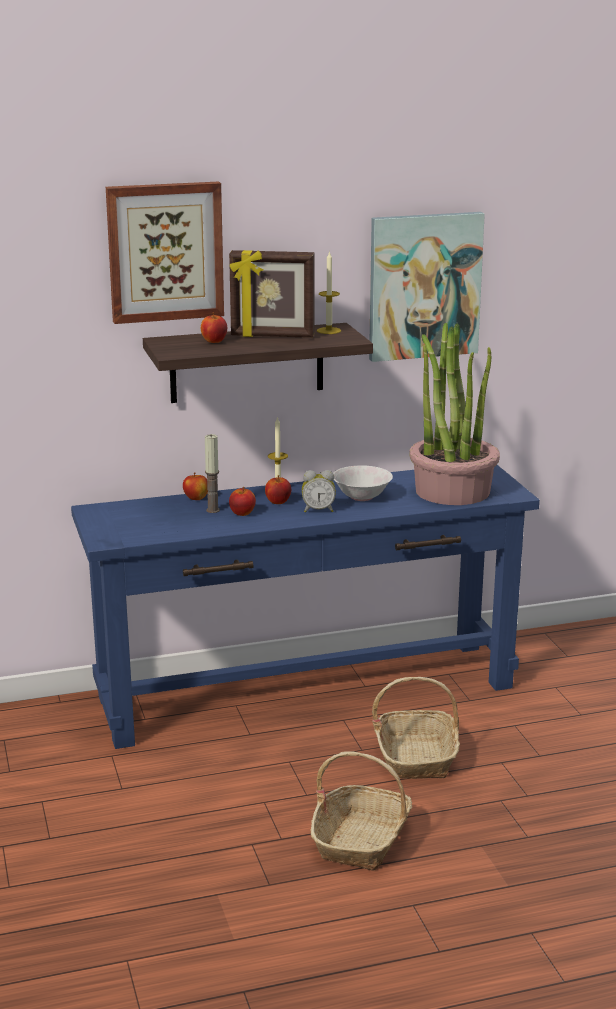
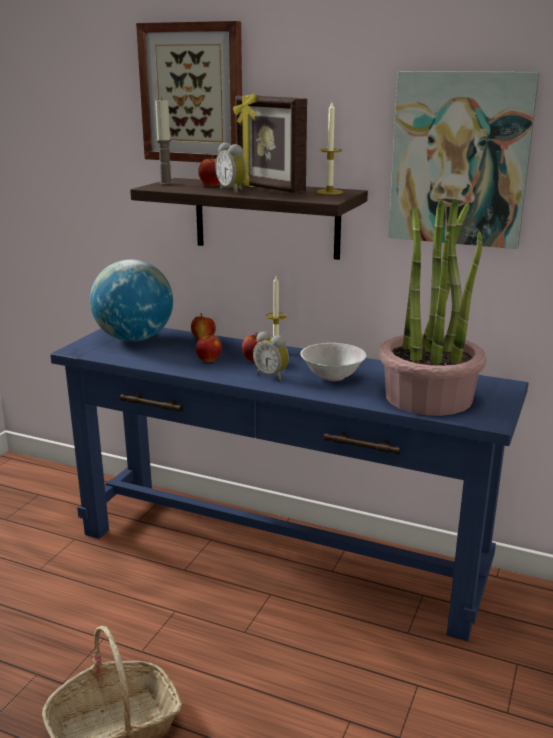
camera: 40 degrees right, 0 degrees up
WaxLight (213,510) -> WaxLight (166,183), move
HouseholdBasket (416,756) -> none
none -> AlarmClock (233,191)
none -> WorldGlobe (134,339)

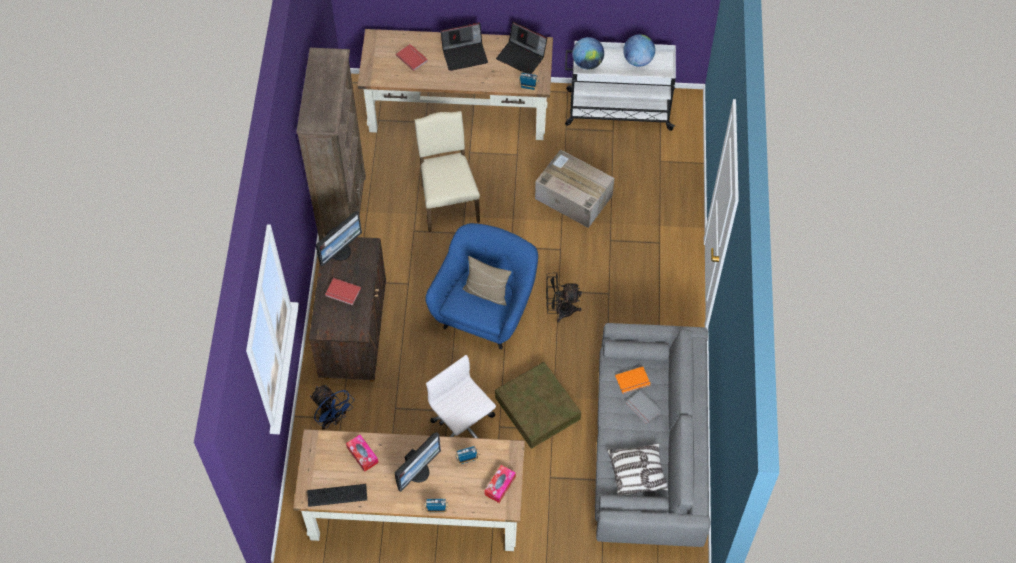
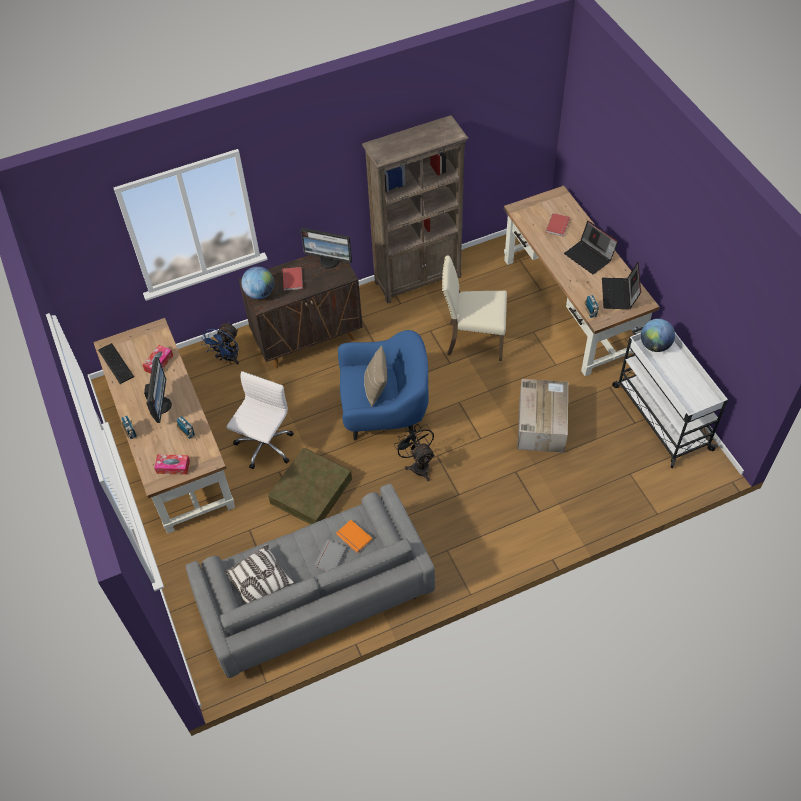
camera: 65 degrees right, 5 degrees down
WorldGlobe (638,60) -> WorldGlobe (260,293), move
BeigeColouredChair (448,202) -> BeigeColouredChair (473,340), 135 degrees counterclockwise
ComputerScreen (418,471) -> ComputerScreen (160,405), 105 degrees counterclockwise

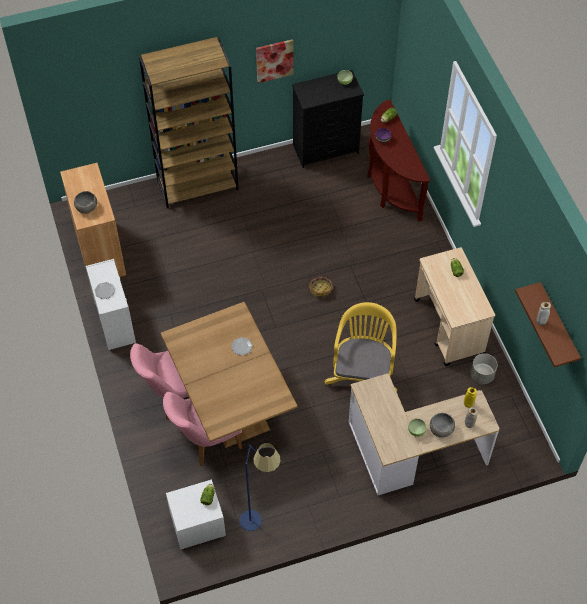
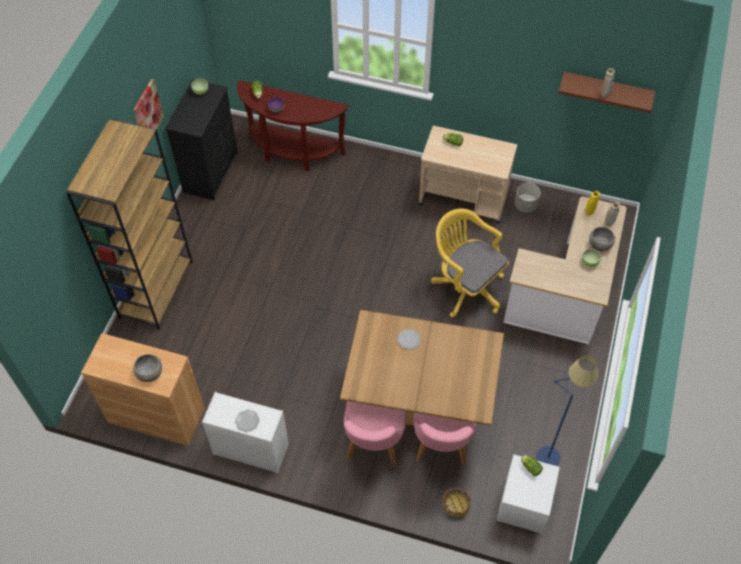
camera: 55 degrees left, 0 degrees up
HouseholdBasket (321,289) -> HouseholdBasket (455,504), move

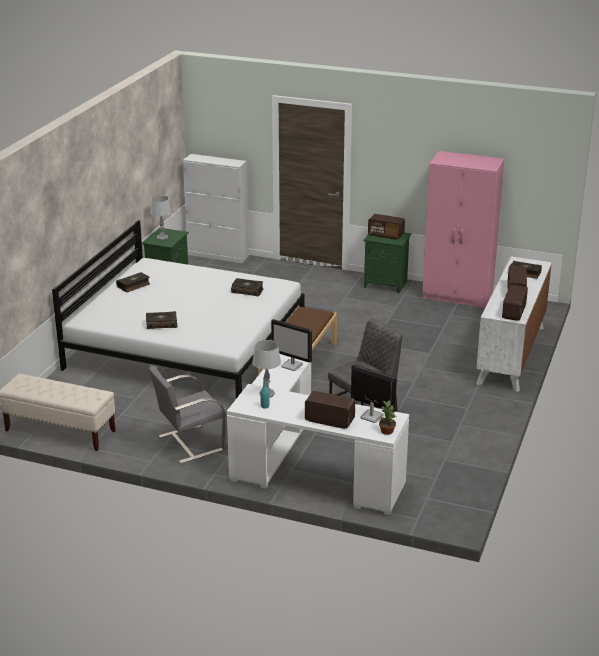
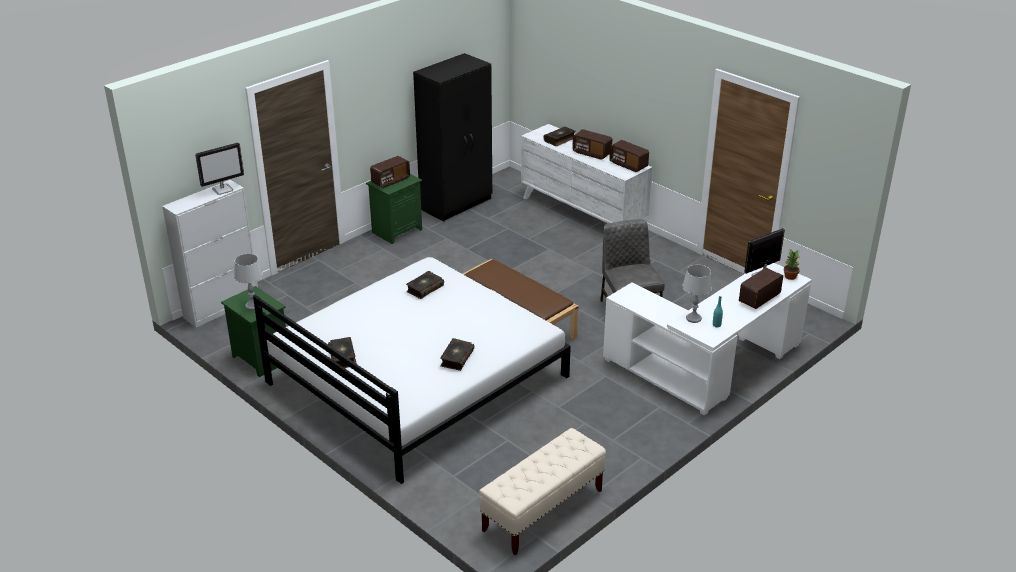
camera: 65 degrees left, 5 degrees up
PinkColouredWardrobe (458,296) -> BlackishWardrobe (457,204)
ComputerScreen (292,365) -> ComputerScreen (223,189), move
GreyishChair (189,443) -> none

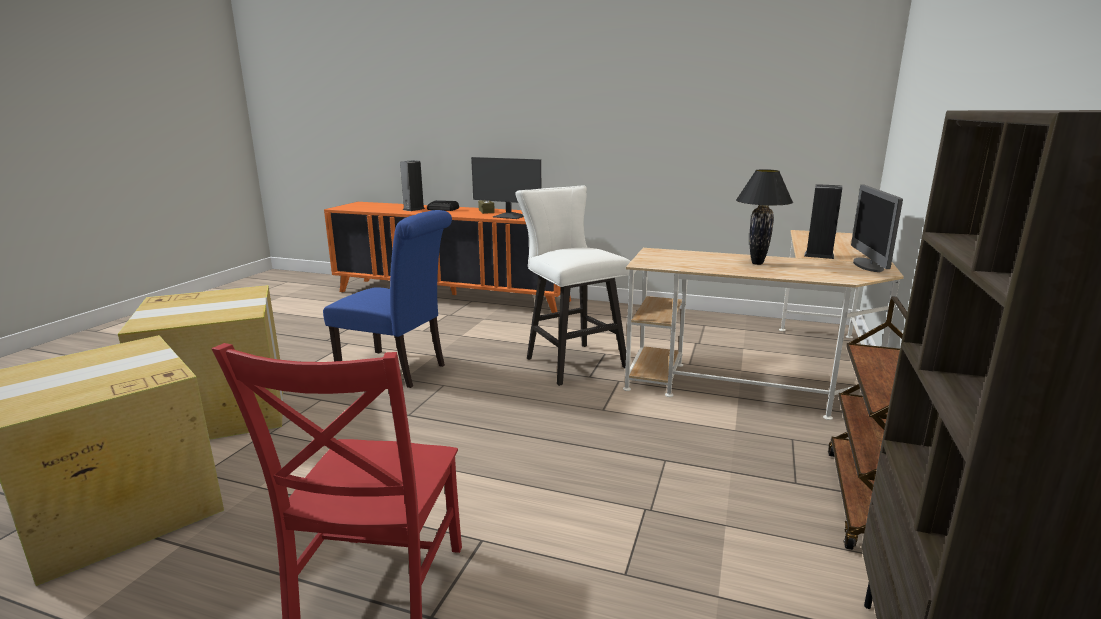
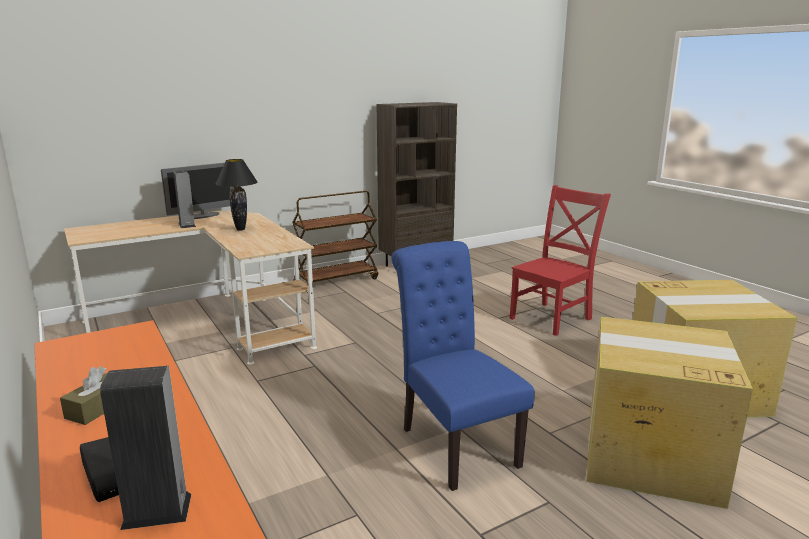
camera: 140 degrees left, 0 degrees up
ComputerScreen (509,216) -> none
WhiteSittingStool (571,361) -> none

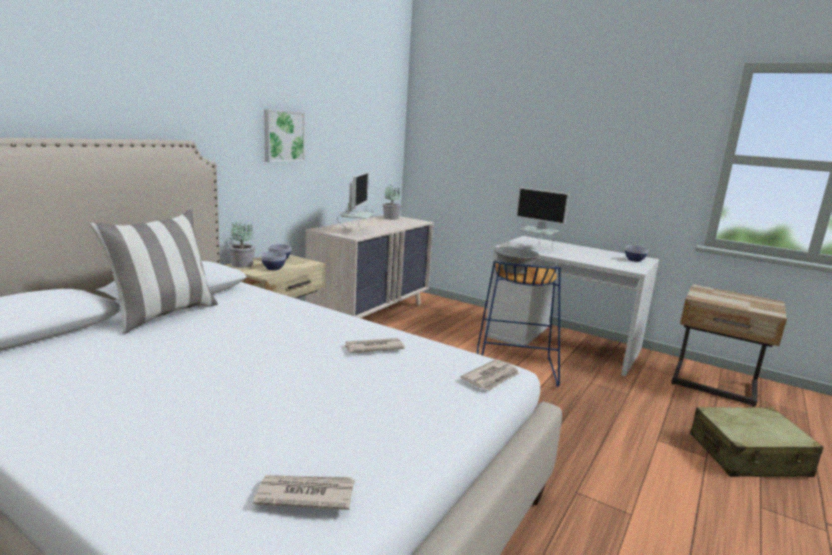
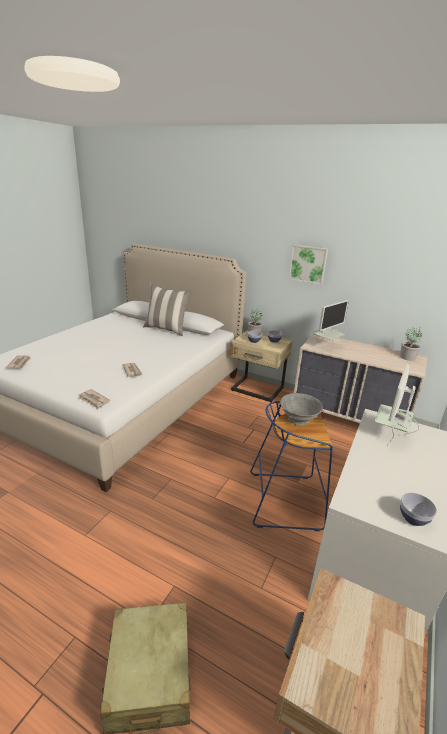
camera: 85 degrees right, 10 degrees up
ComputerScreen (356,232) -> ComputerScreen (326,346), 45 degrees counterclockwise

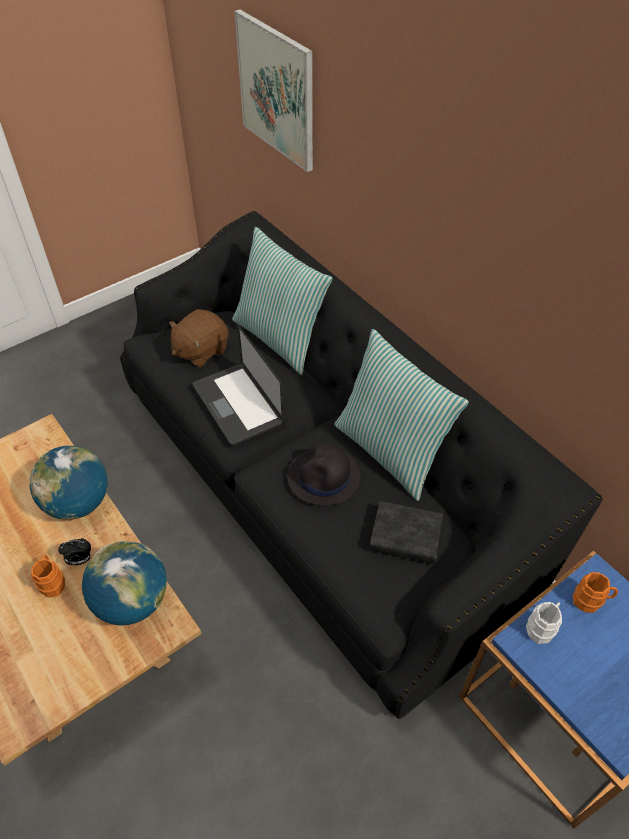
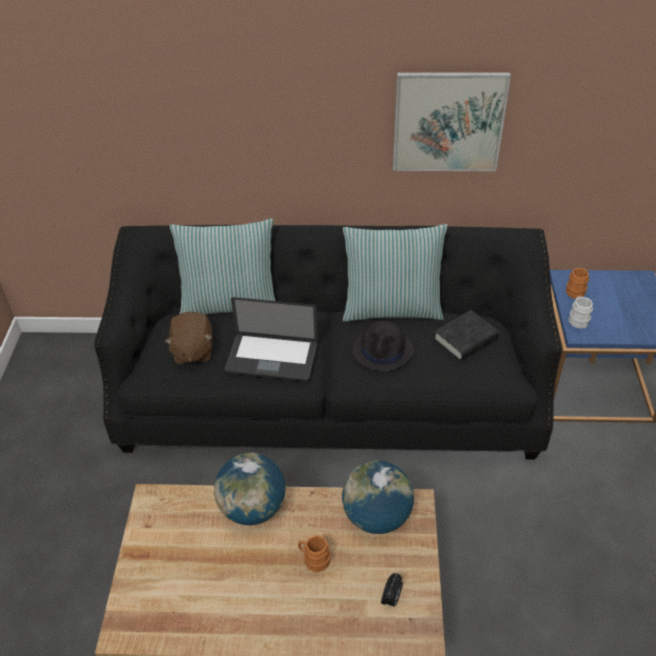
camera: 50 degrees left, 5 degrees down
WallArt (277,91) -> WallArt (448,122), move
AlarmClock (80,560) -> AlarmClock (391,599), move

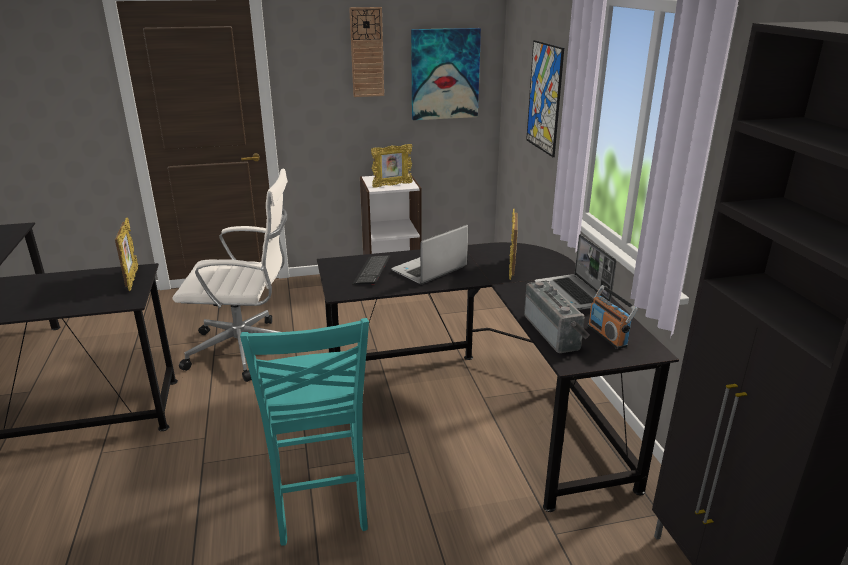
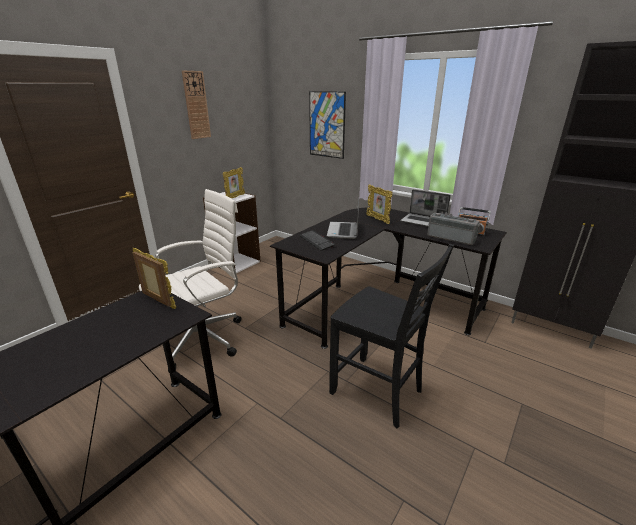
camera: 40 degrees left, 0 degrees up
WallArt (445,74) -> none
TurquoiseChair (320,500) -> BlackishChair (378,392)

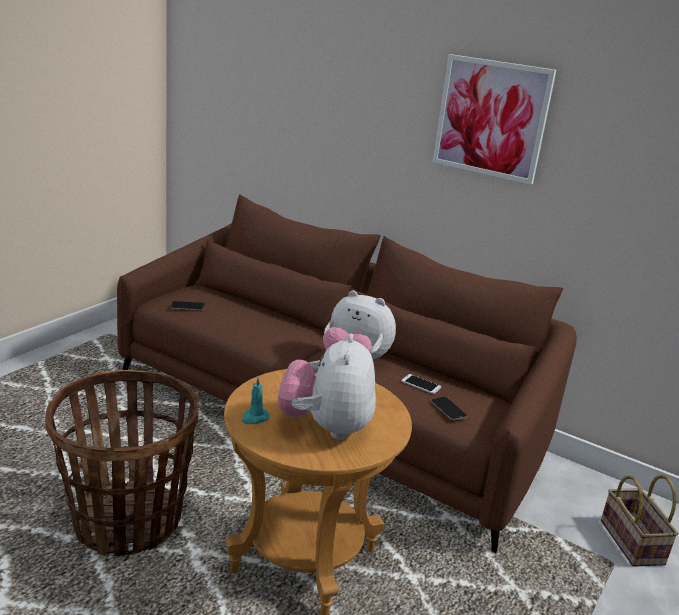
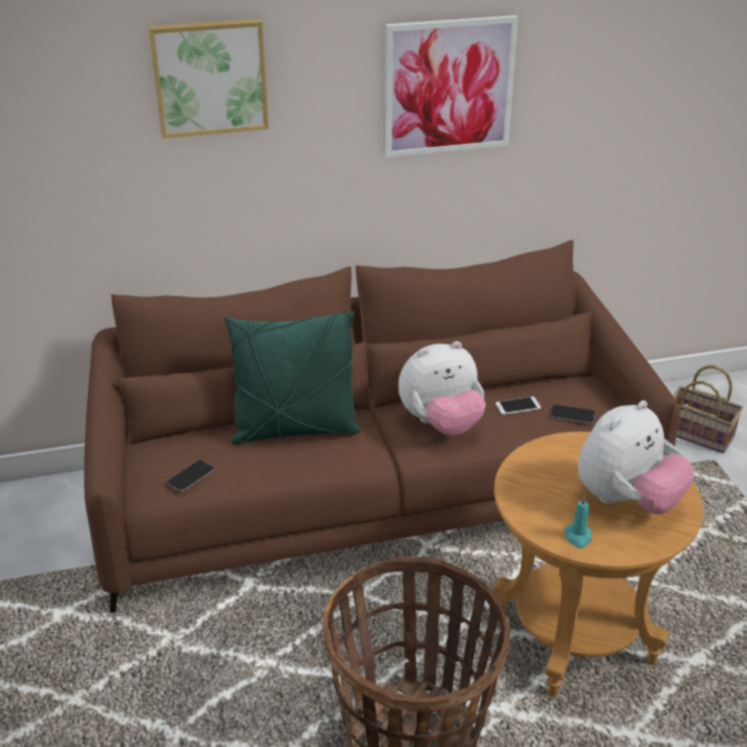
camera: 45 degrees left, 10 degrees up
CuddlyToy (326,427) -> CuddlyToy (627,501), 90 degrees counterclockwise
none -> WallArt (209,77)
none -> GreenColouredThrowPillow (295,430)

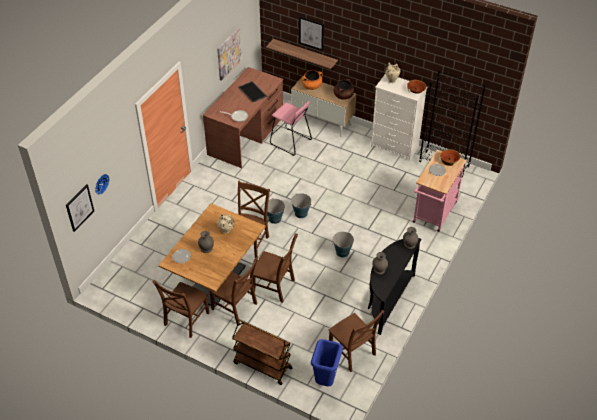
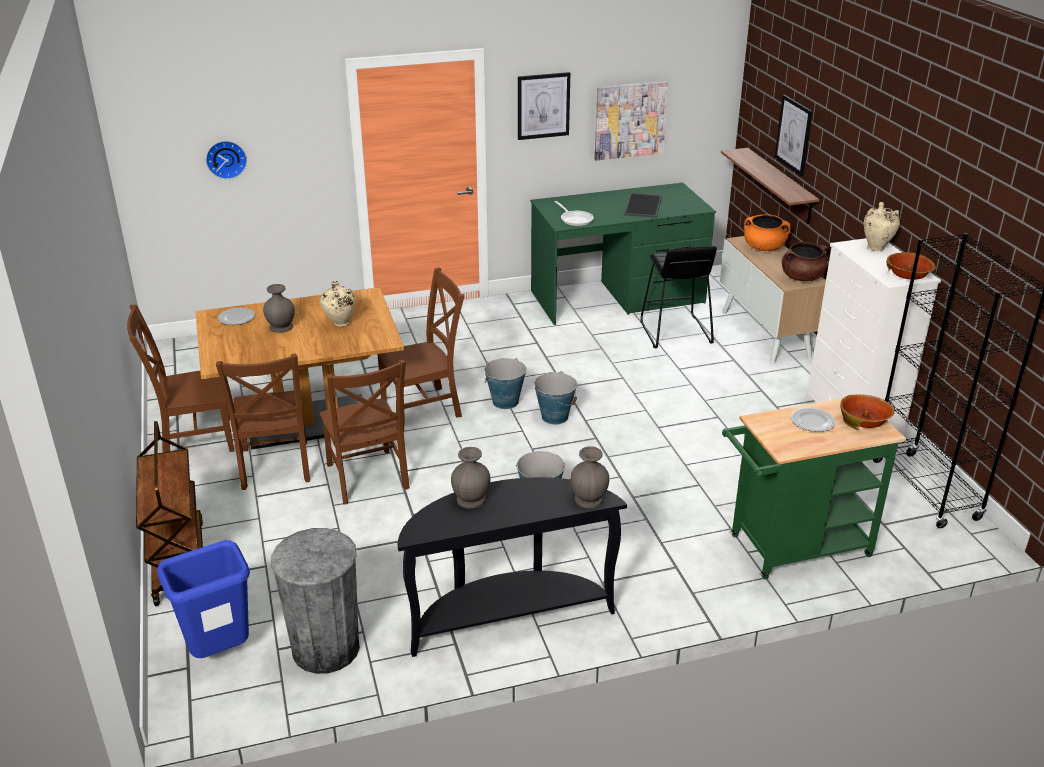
camera: 45 degrees right, 15 degrees down
BrownishDesk (246,136) -> GreenColouredDesk (618,297)
PinkColouredSittingStool (290,142) -> BlackishSittingStool (674,332)
PinkColouredWheeledCart (433,215) -> GreenColouredWheeledCart (792,548)
WallArt (79,207) -> WallArt (543,106), move
BrownishChair (353,353) -> GreyishTrashCan (325,648)

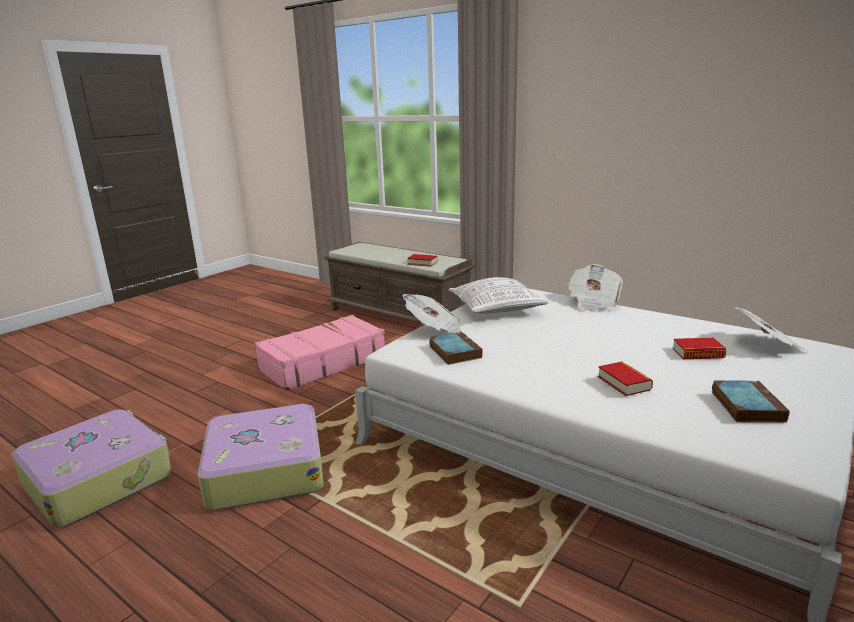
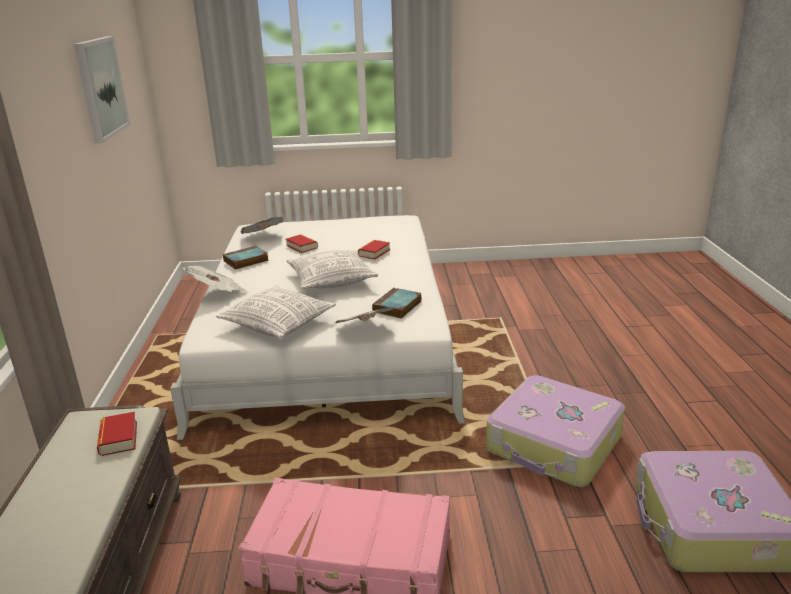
camera: 130 degrees left, 5 degrees up
Volume (745,405) -> Volume (245,261), move
none -> WallArt (100,88)
none -> ThrowPillow (332,281)

